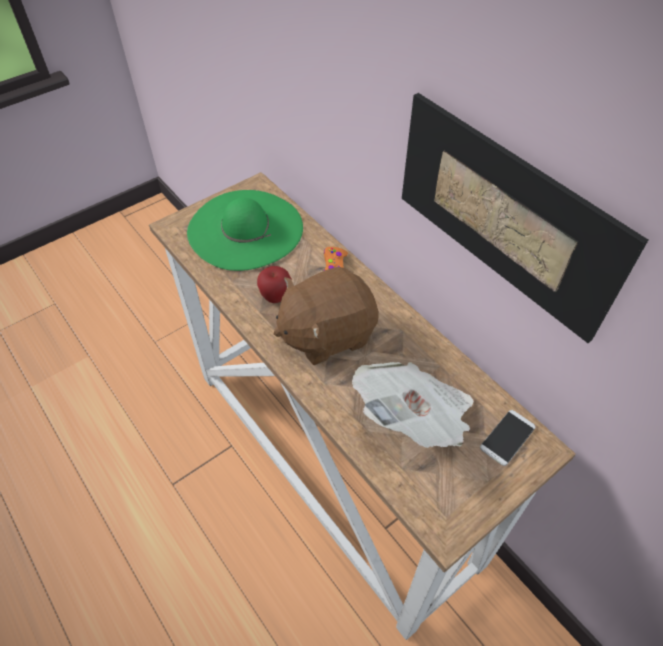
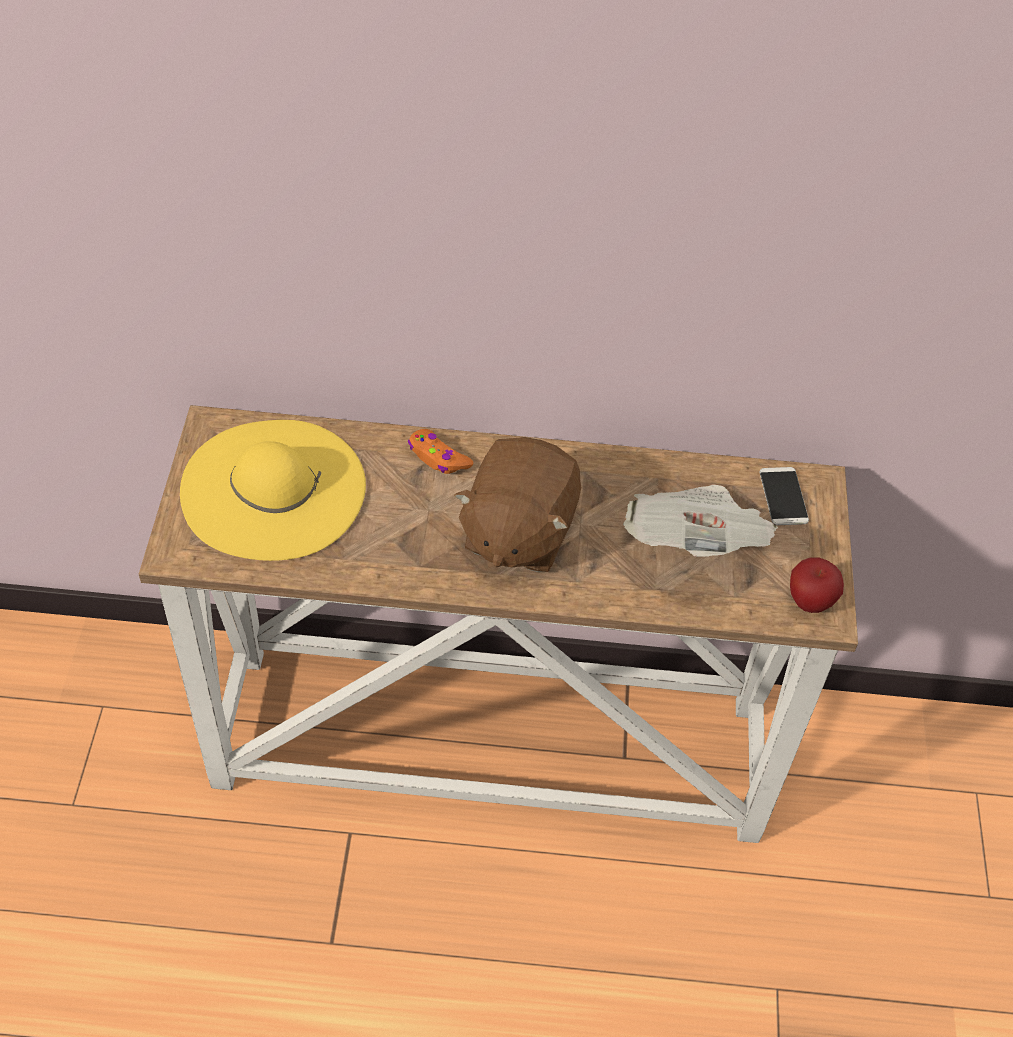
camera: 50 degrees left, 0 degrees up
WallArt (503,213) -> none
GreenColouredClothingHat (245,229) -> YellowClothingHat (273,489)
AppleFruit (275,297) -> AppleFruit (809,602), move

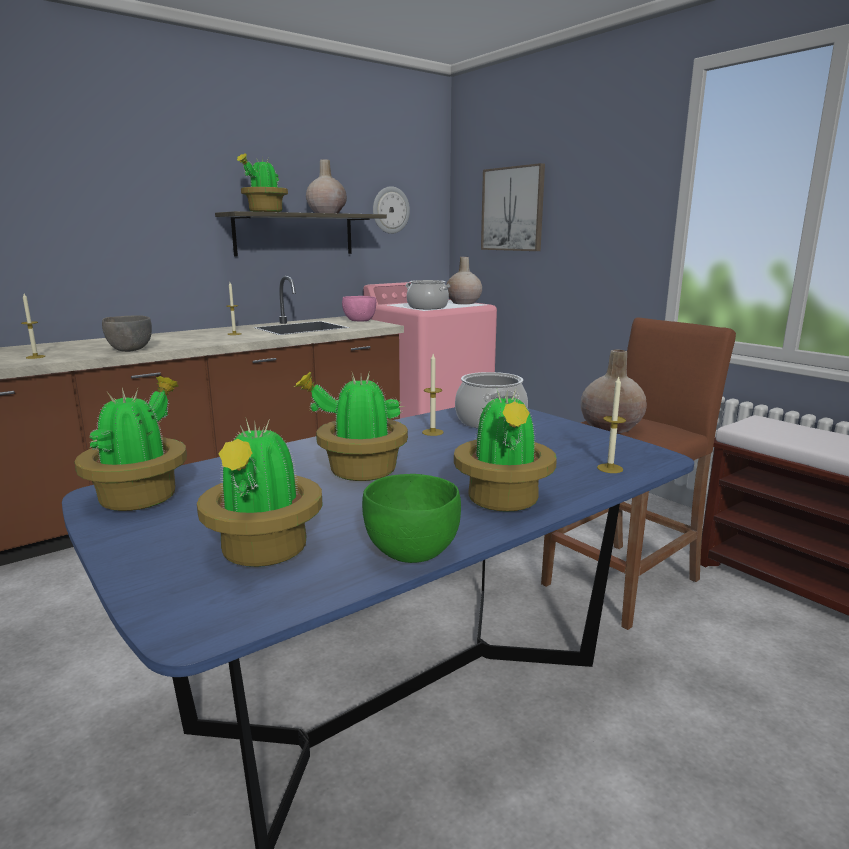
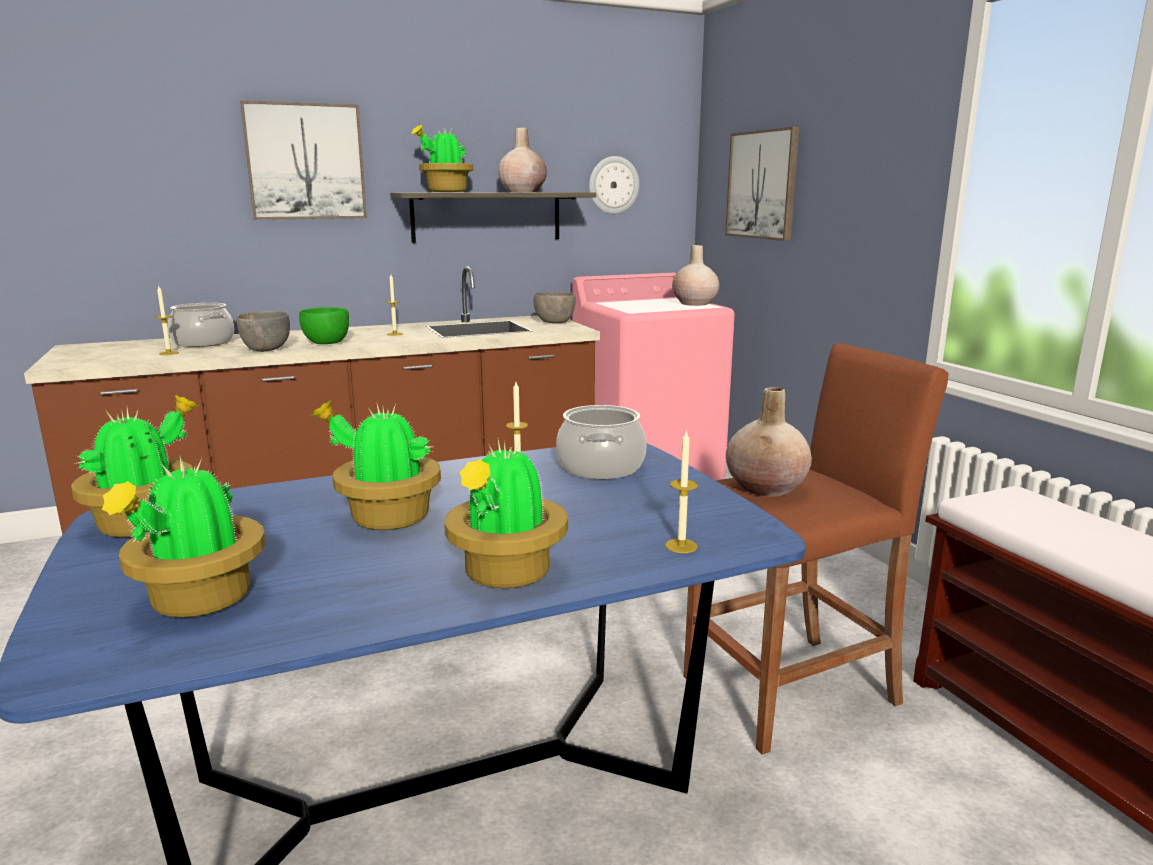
camera: 15 degrees right, 0 degrees up
CookingPot (427,307) -> CookingPot (204,342), move
PinkColouredBowl (359,321) -> GreyishBowl (554,322)
GreenColouredBowl (412,553) -> GreenColouredBowl (326,343), move
none -> WallArt (305,162)

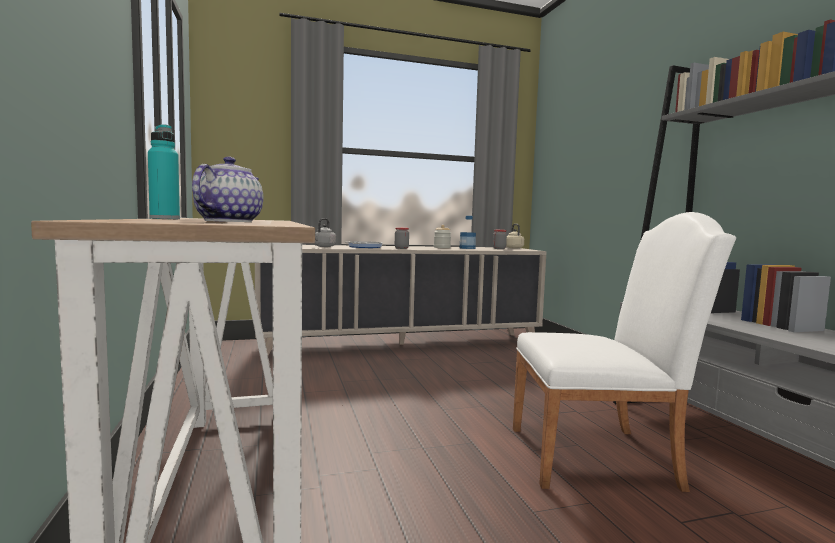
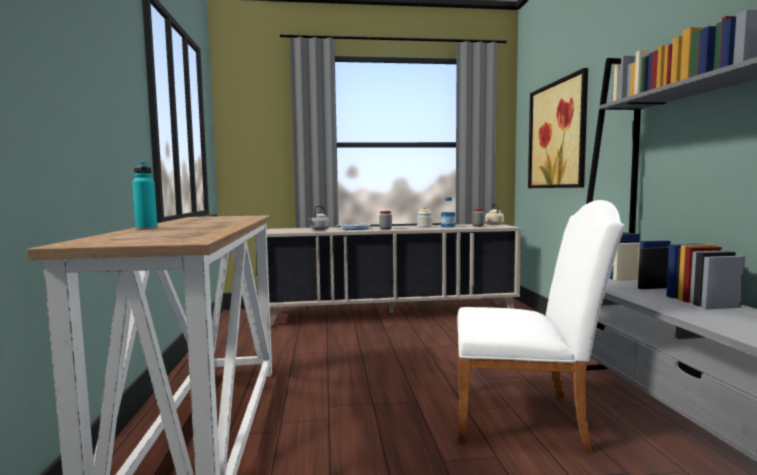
camera: 10 degrees right, 0 degrees up
Teapot (229,221) -> none
none -> WallArt (557,135)

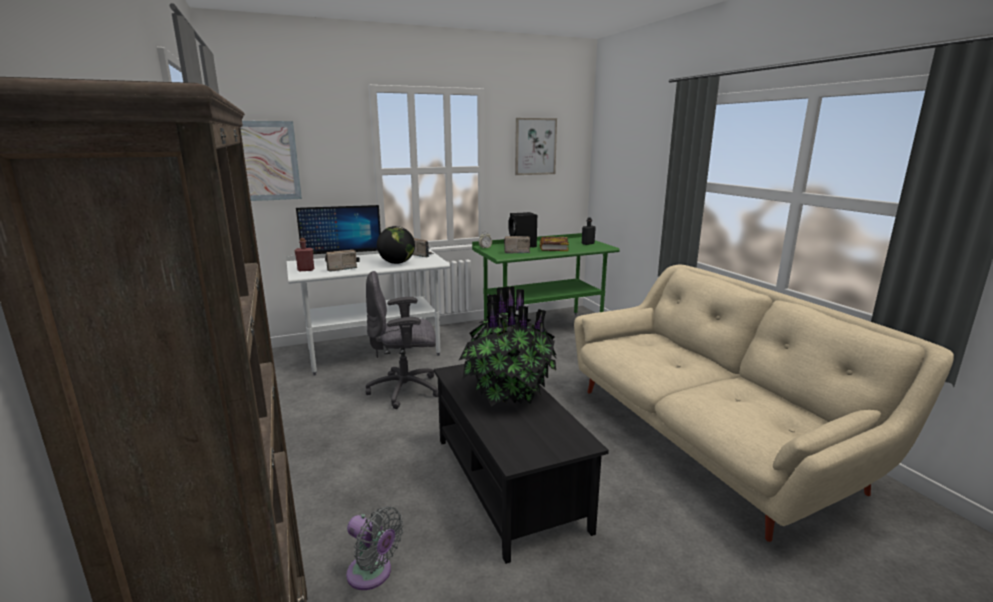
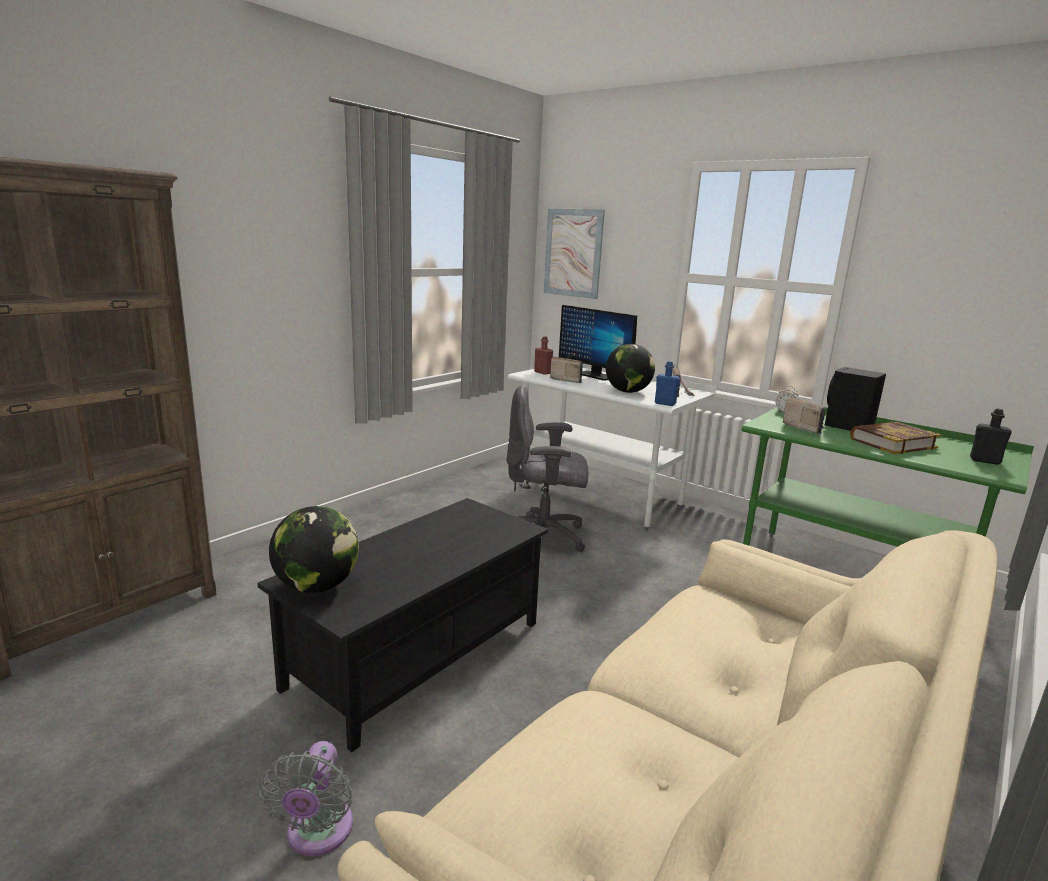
camera: 60 degrees right, 0 degrees up
WallArt (535,146) -> none
GreyishOfficeChair (406,390) -> GreyishOfficeChair (544,537), 45 degrees counterclockwise
Houseplant (507,393) -> none
GreyishFan (372,574) -> GreyishFan (317,834), move
none -> BluishBeverageBottle (665,403)
none -> WorldGlobe (317,586)

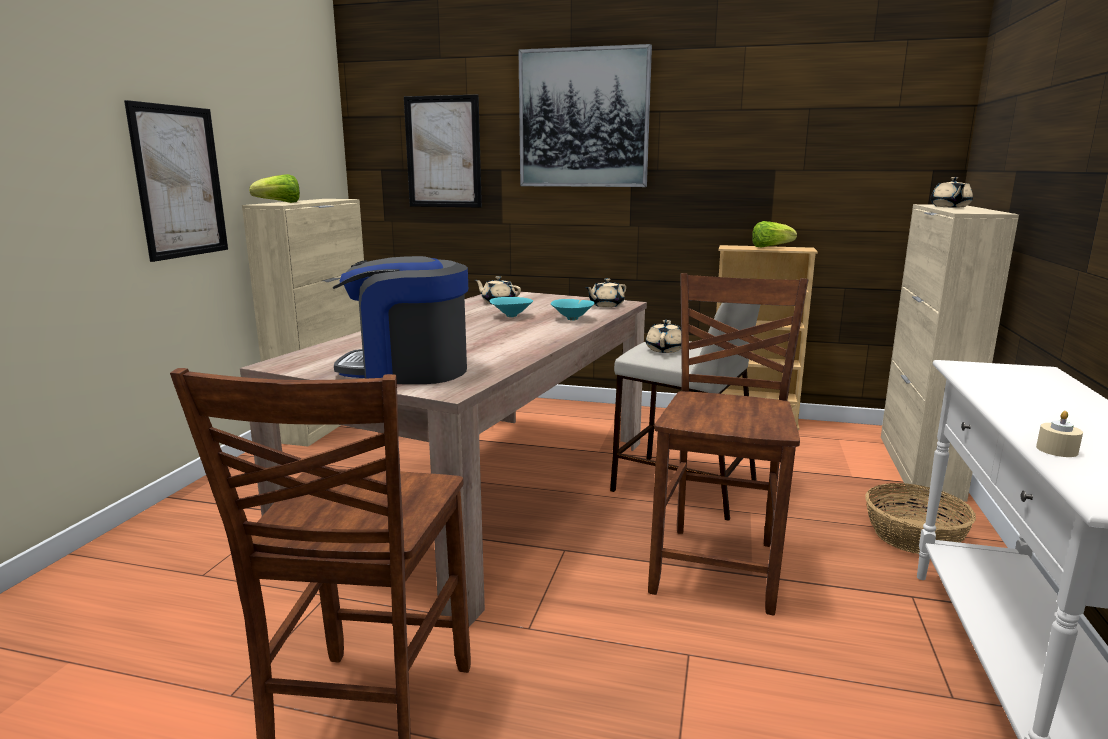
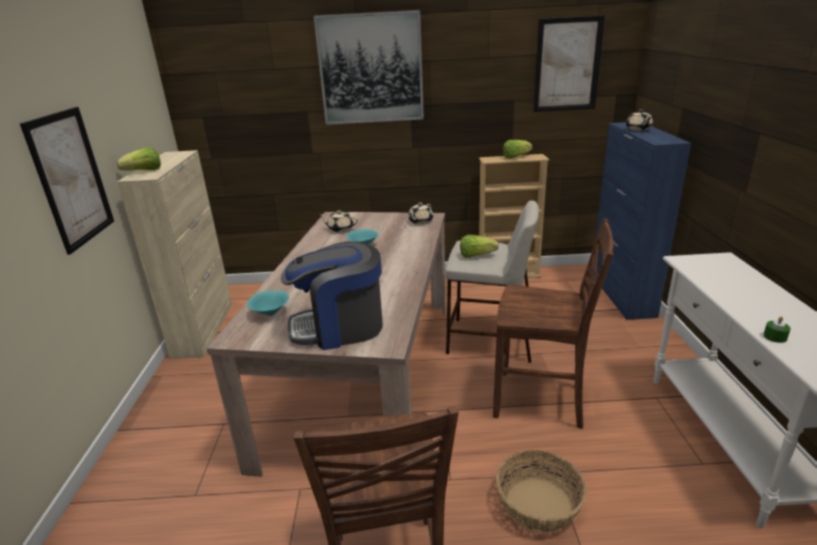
camera: 15 degrees left, 10 degrees up
WallArt (443,152) -> WallArt (567,65), move
BeigeColouredCupboard (919,466) -> BluishCupboard (622,294)
BrownishChair (718,566) -> BrownishChair (541,401), 105 degrees clockwise
TurquoiseBowl (573,319) -> TurquoiseBowl (271,313), move
BeigeColouredTeapot (665,349) -> Lettuce (476,255)
BeigeColouredWaxLight (1056,450) -> GreenColouredWaxLight (775,337)
HouseholdBasket (914,536) -> HouseholdBasket (539,505), move

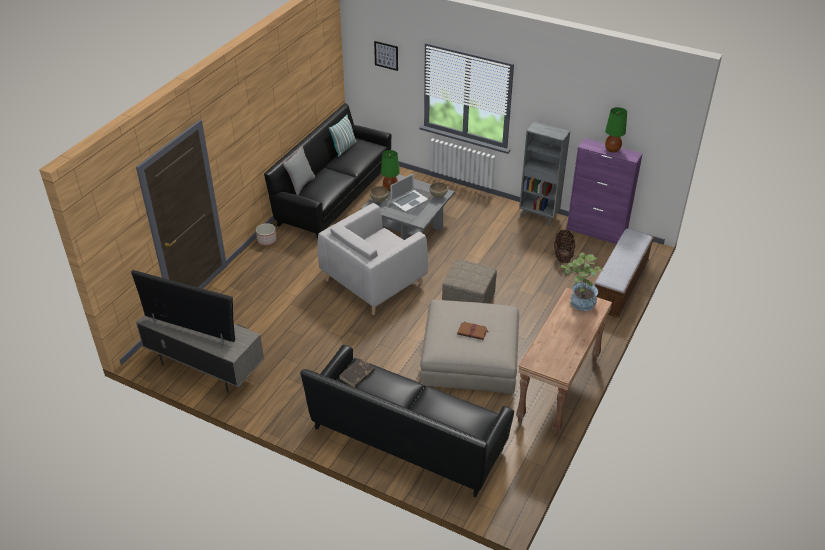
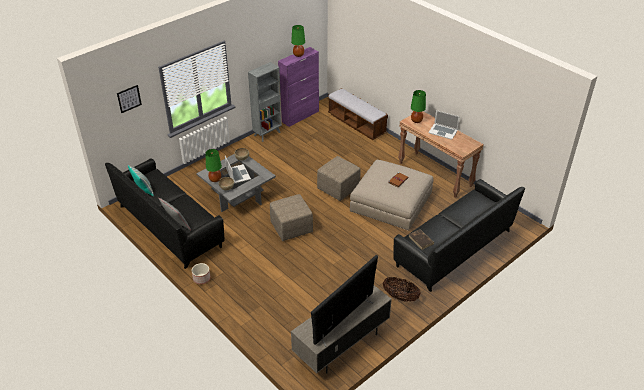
camera: 70 degrees left, 0 degrees up
GreyishEasyChair (373,281) -> BeigeColouredPouffe (291,228)
HouseholdBasket (563,256) -> HouseholdBasket (400,297), move
Houseplant (579,303) -> GreenColouredTableLamp (416,121)
none -> NotebookComputer (443,131)

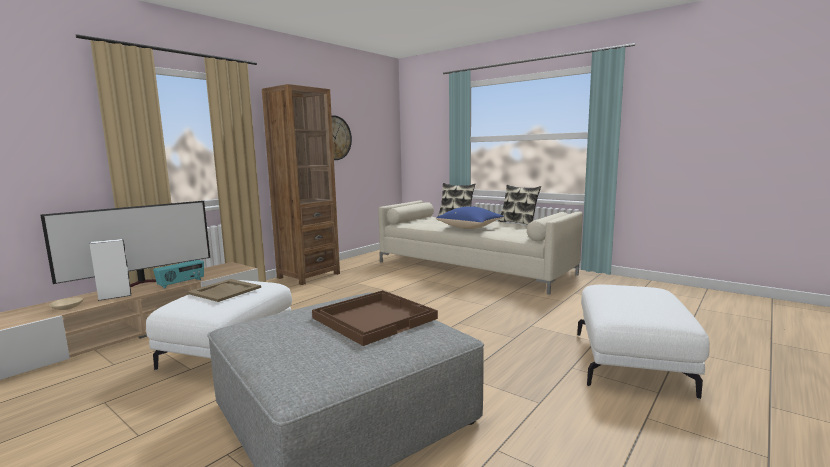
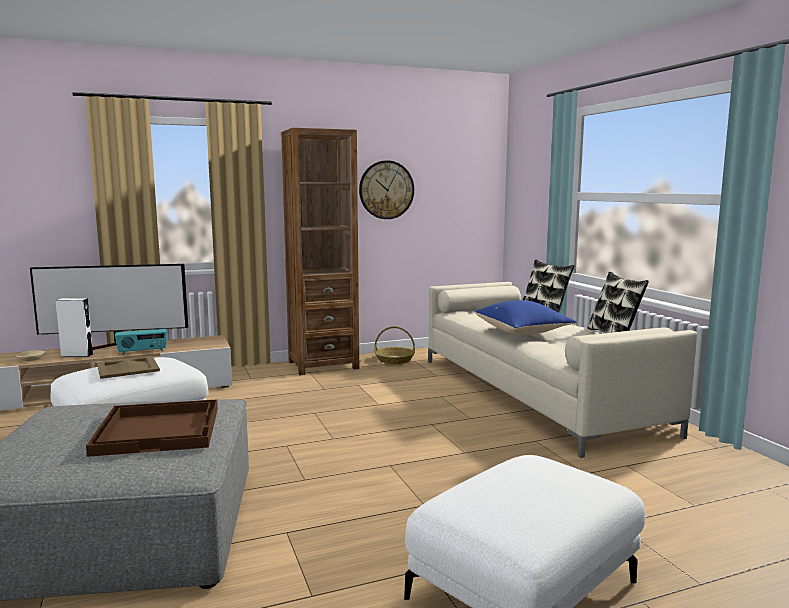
camera: 30 degrees right, 0 degrees up
none -> HouseholdBasket (394,360)

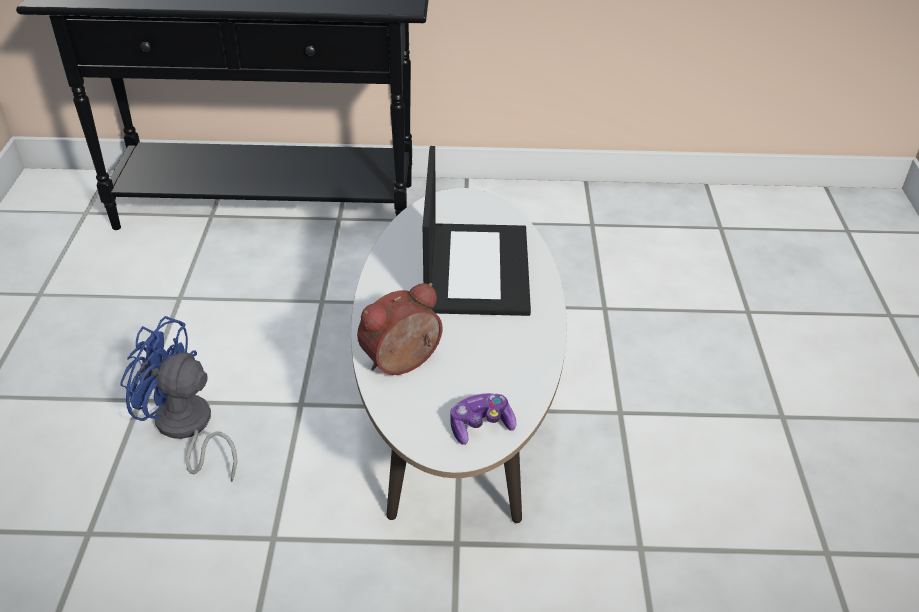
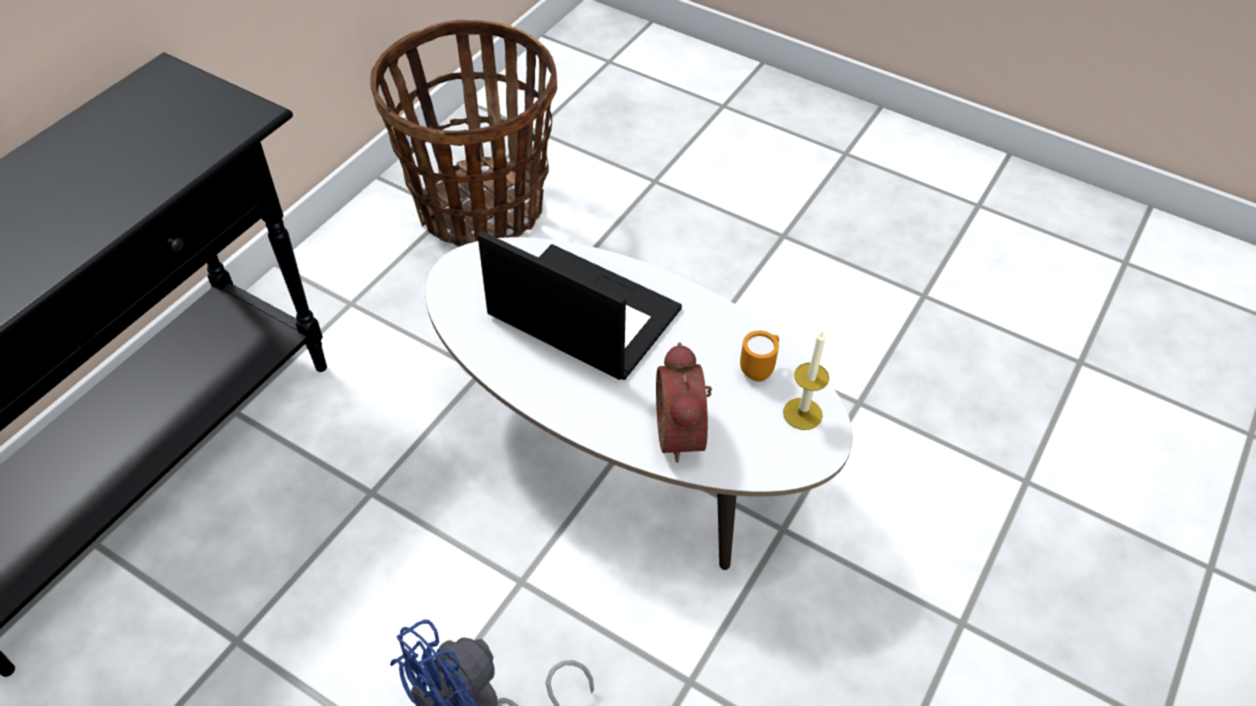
camera: 60 degrees left, 10 degrees up
Gamepad (480,426) -> WaxLight (802,413)
none -> HouseholdBasket (480,208)
none -> OrangeColouredMug (759,369)

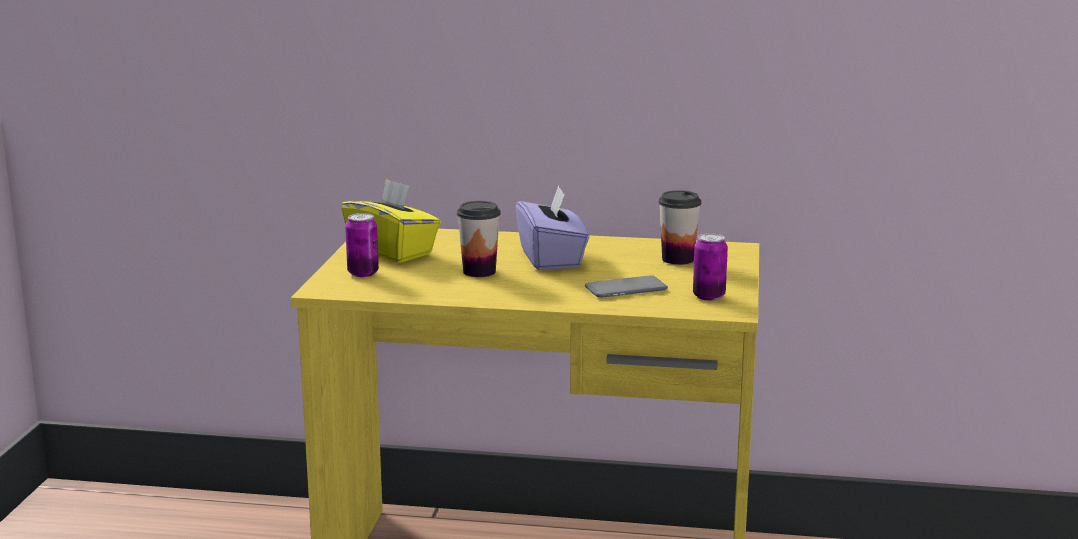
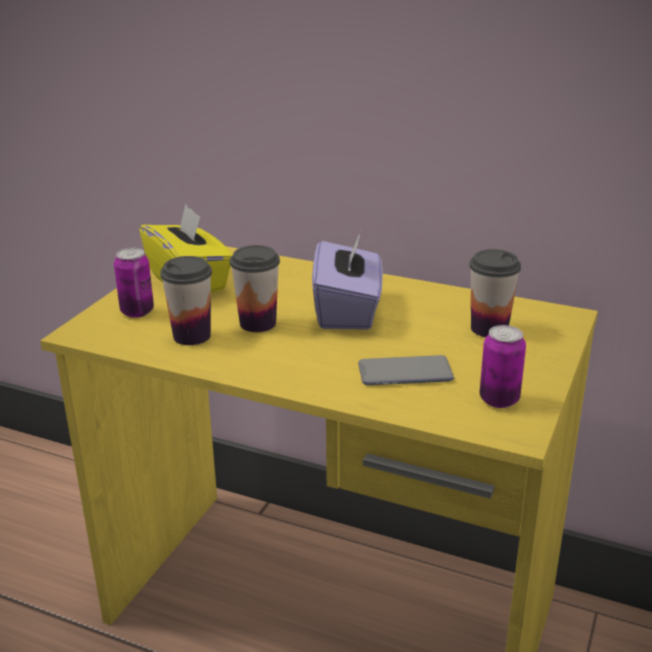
camera: 15 degrees right, 10 degrees up
none -> Cup (192,336)

